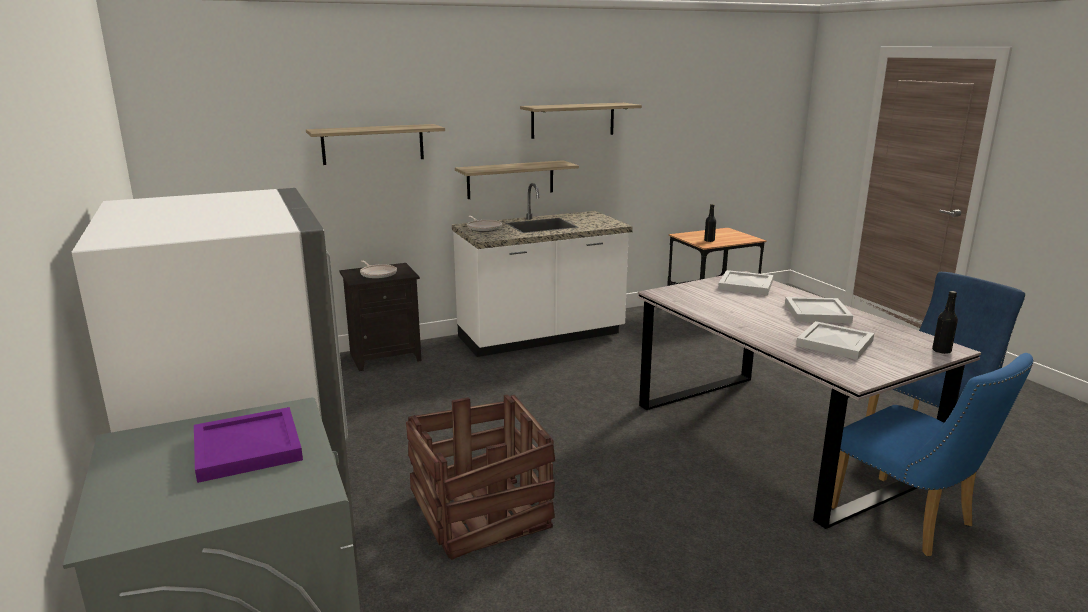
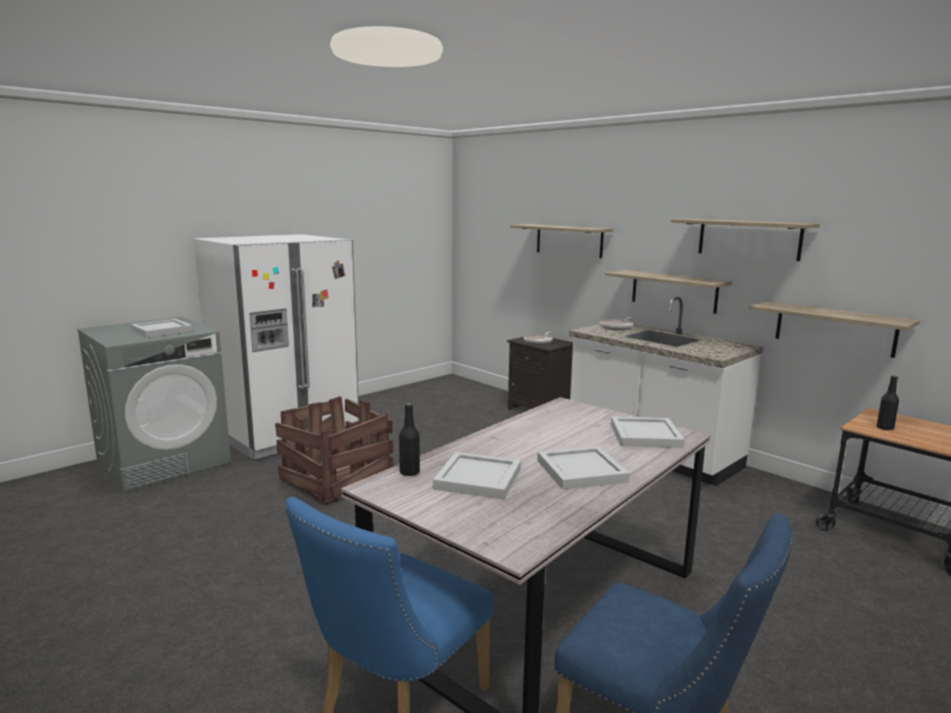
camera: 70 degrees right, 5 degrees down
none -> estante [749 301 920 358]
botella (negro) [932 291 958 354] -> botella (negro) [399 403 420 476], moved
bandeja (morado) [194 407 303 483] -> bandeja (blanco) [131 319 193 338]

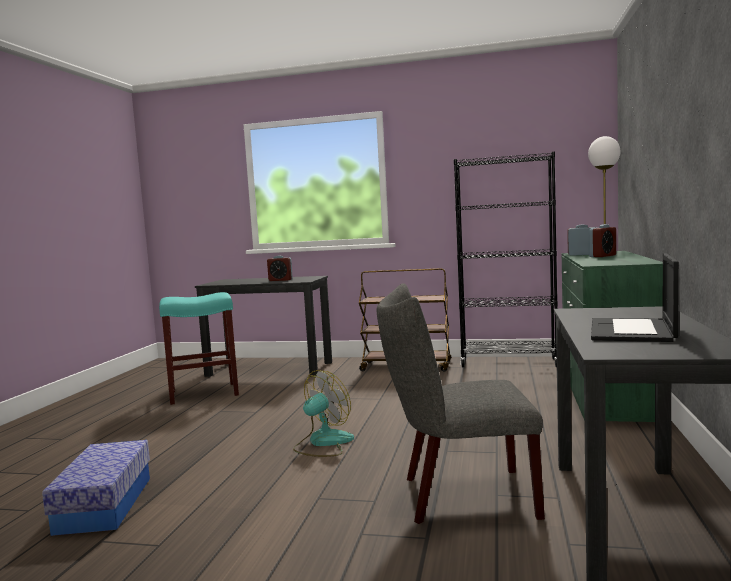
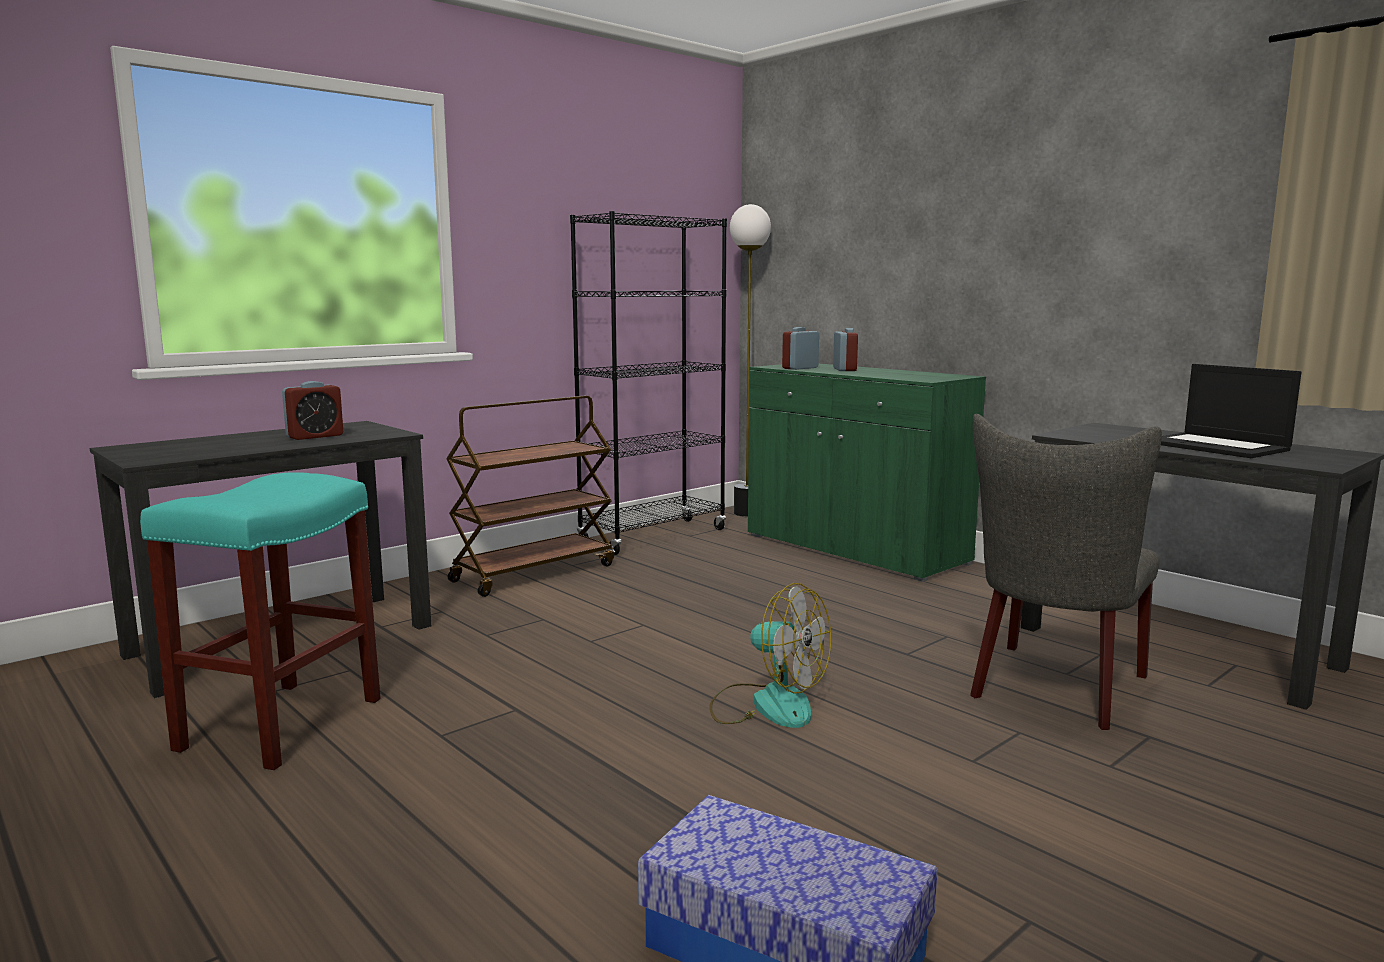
camera: 55 degrees left, 5 degrees up
ventilador [293 370 354 457] -> ventilador [709 583 831 728], 135 degrees clockwise

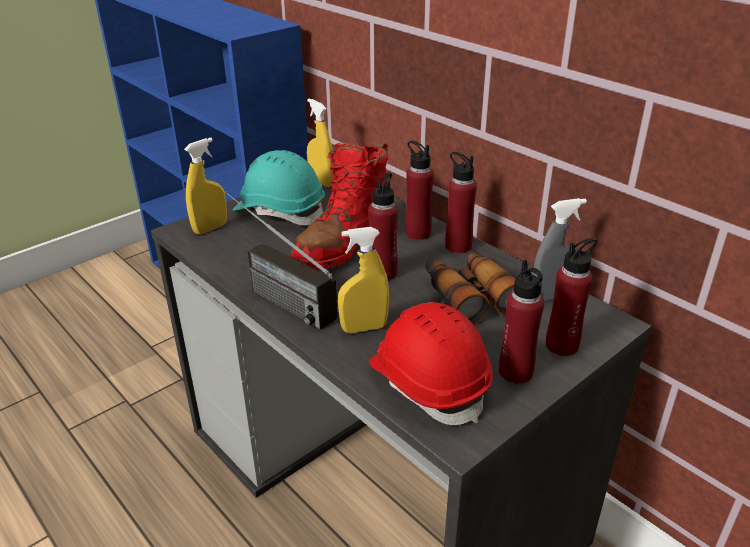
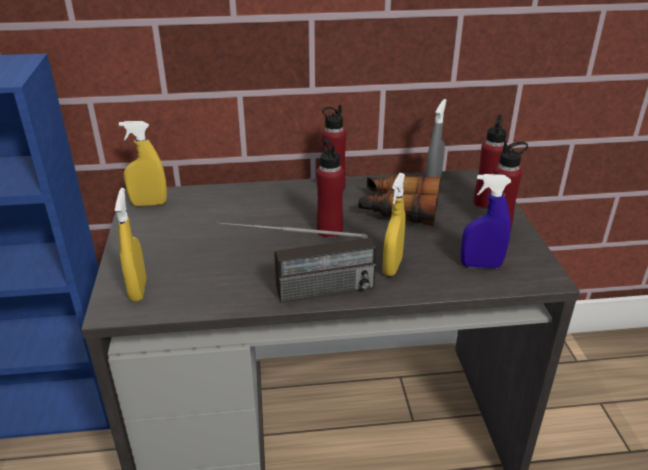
camera: 55 degrees left, 0 degrees up
casco (turquesa) [233 150 325 225] -> none
bota (rojo) [291 143 388 270] -> none
botella (rojo) [405 141 434 240] -> none
casco (rojo) [369 302 493 425] -> pulverizador (azul) [461 174 511 268]

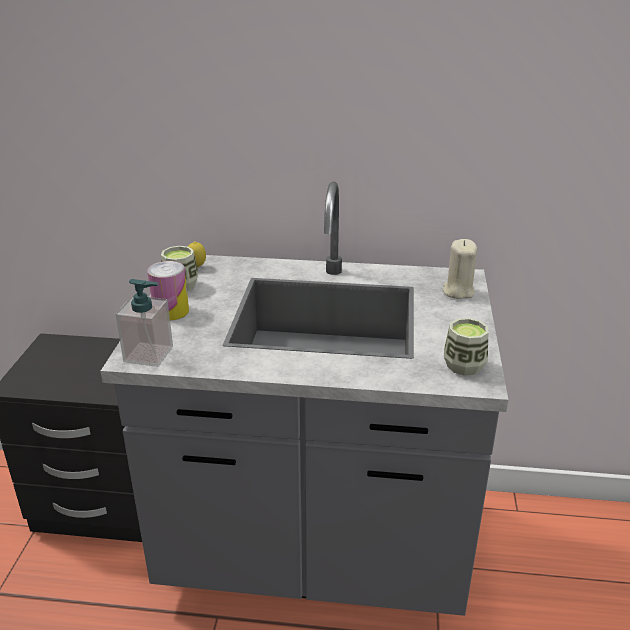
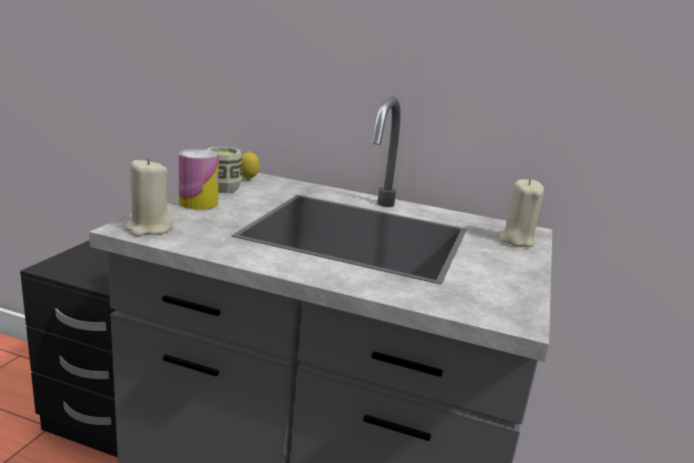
camera: 10 degrees right, 10 degrees down
taza [444 318 488 376] -> none
dispensador de jabón [116 279 173 367] -> vela (beis) [125 158 173 236]

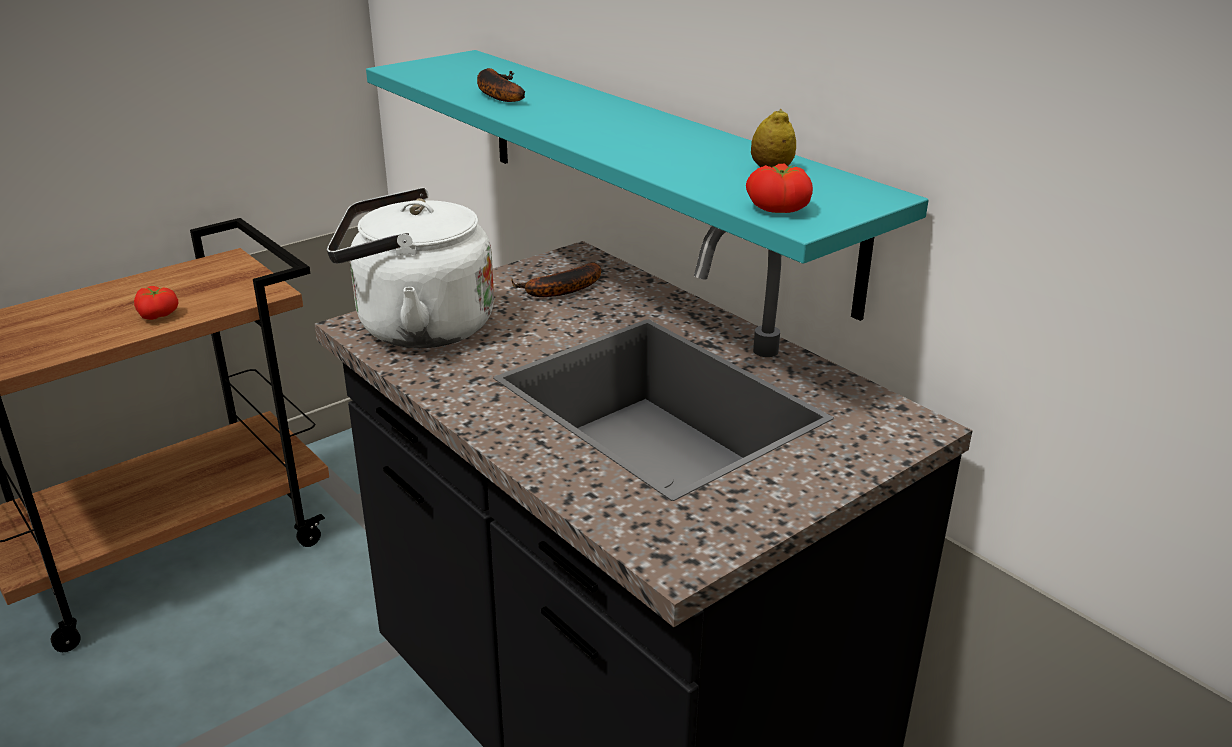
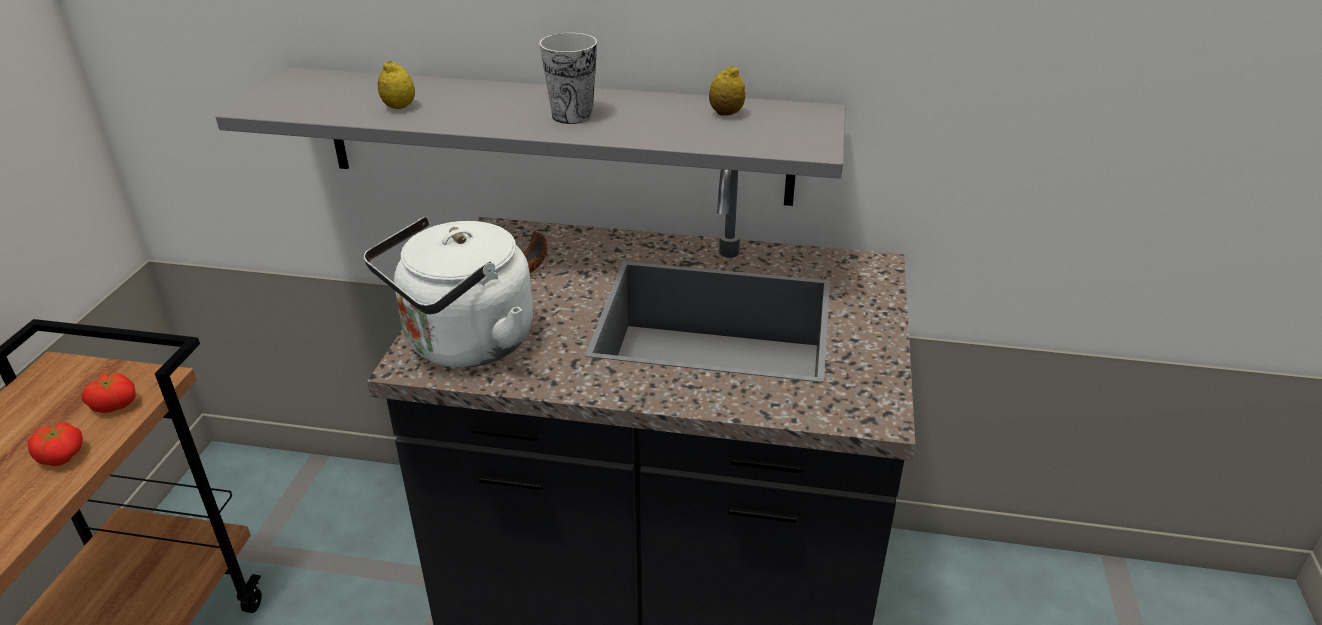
camera: 40 degrees left, 5 degrees up
none -> taza [539 33 597 124]
tomate [746 163 813 213] -> tomate [82 373 136 413], moved
plátano [477 68 525 102] -> limón [378 61 415 109]
estante (turquesa) [366 50 929 321] -> estante (gris) [216 67 846 206]

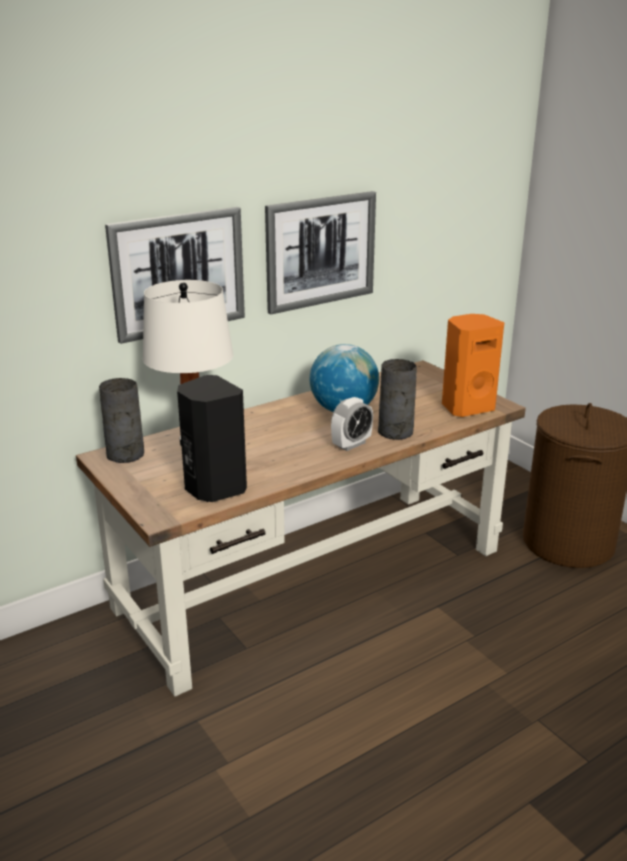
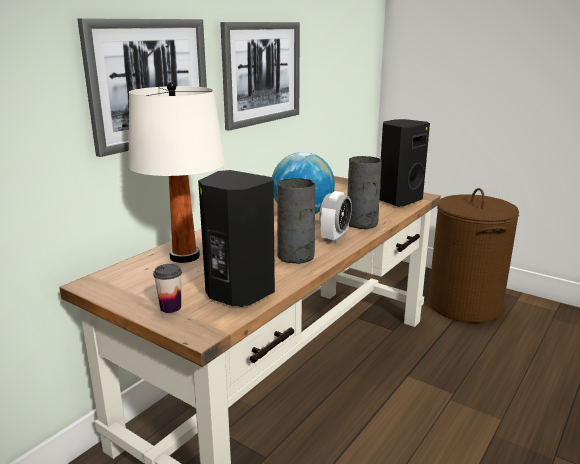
camera: 20 degrees left, 5 degrees down
none -> taza [153 264 182 313]
florero (gris) [99 378 144 463] -> florero (gris) [277 178 315 264], moved
altavoz (naranja) [442 314 504 417] -> altavoz (negro) [379 119 430 207]

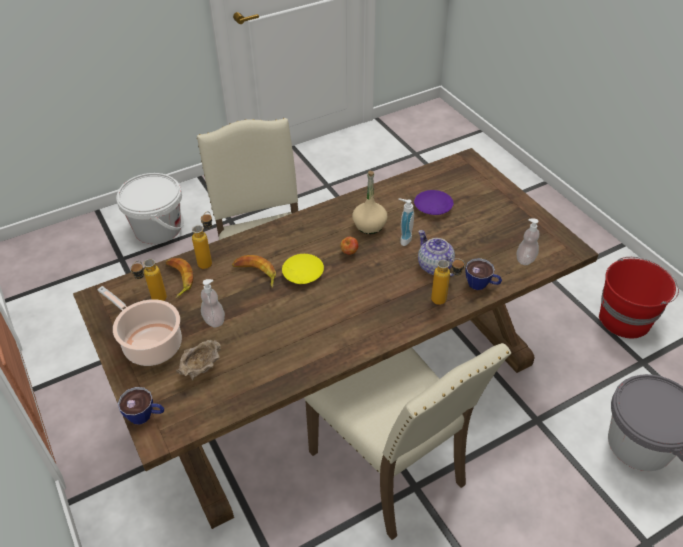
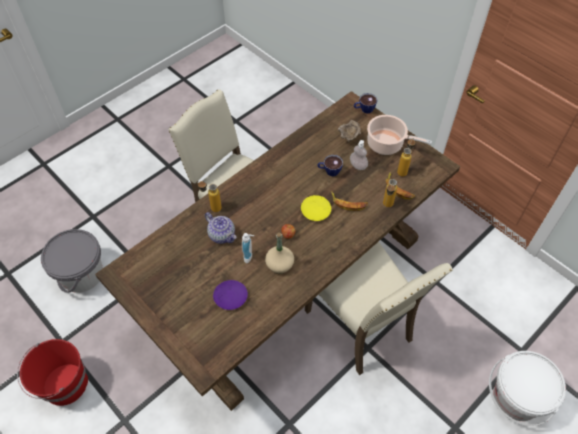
camera: 165 degrees right, 10 degrees up
dispensador de jabón [517 219 539 265] -> none
taza [465 258 502 290] -> taza [317 155 343 176], moved

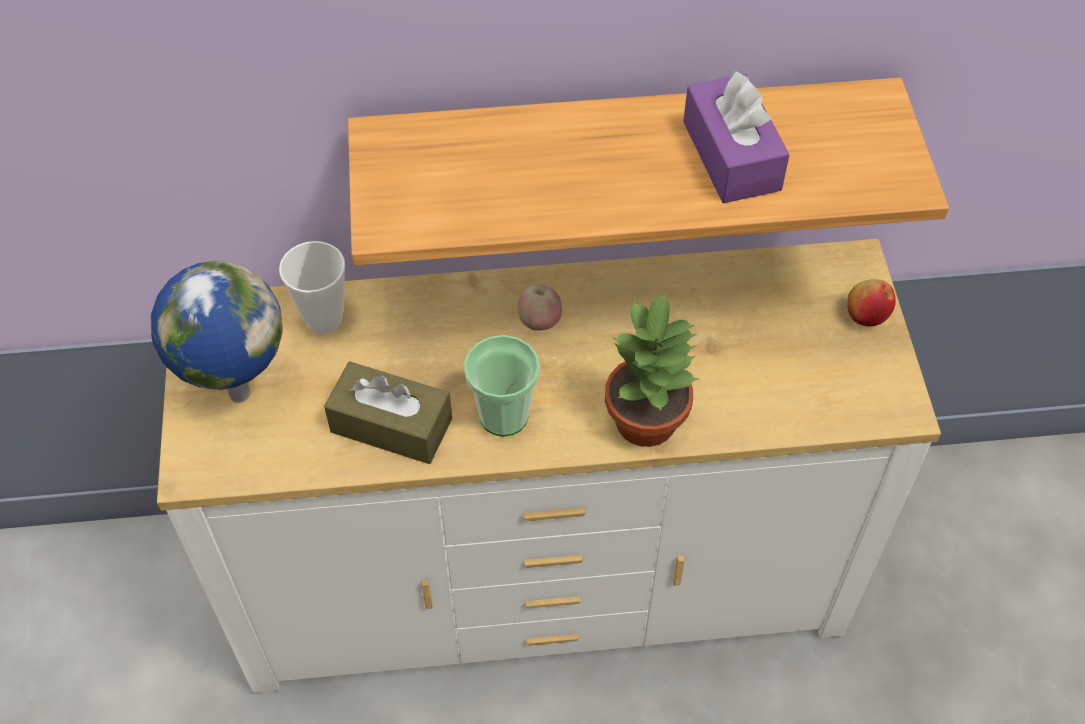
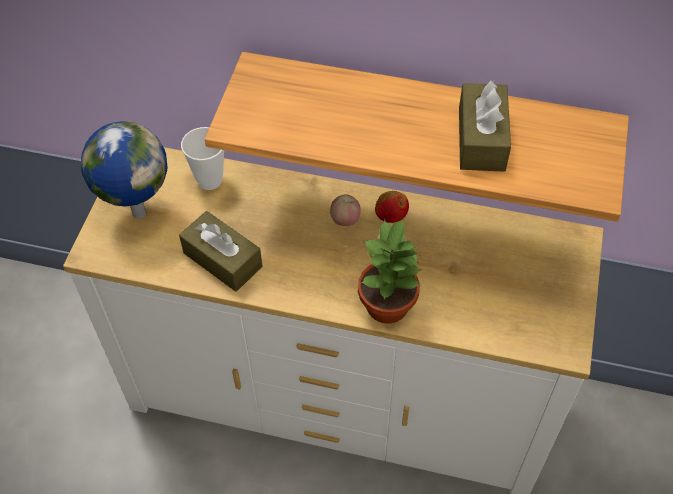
camera: 20 degrees right, 0 degrees up
taza [464 335 540 437] -> none
manzana [847 279 896 326] -> manzana [375 191 409 223], moved
caja de pañuelos (morado) [683 71 789 203] -> caja de pañuelos (marrón) [459 81 511 172]

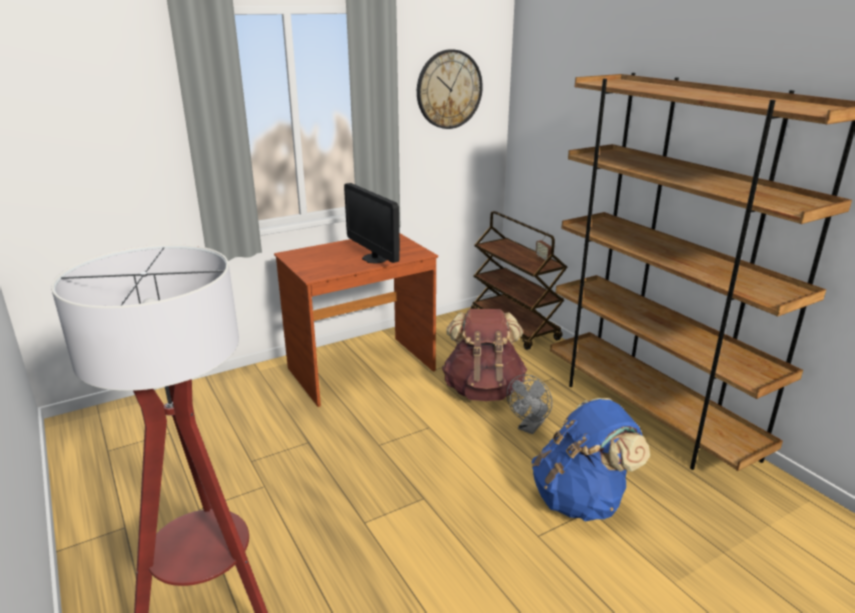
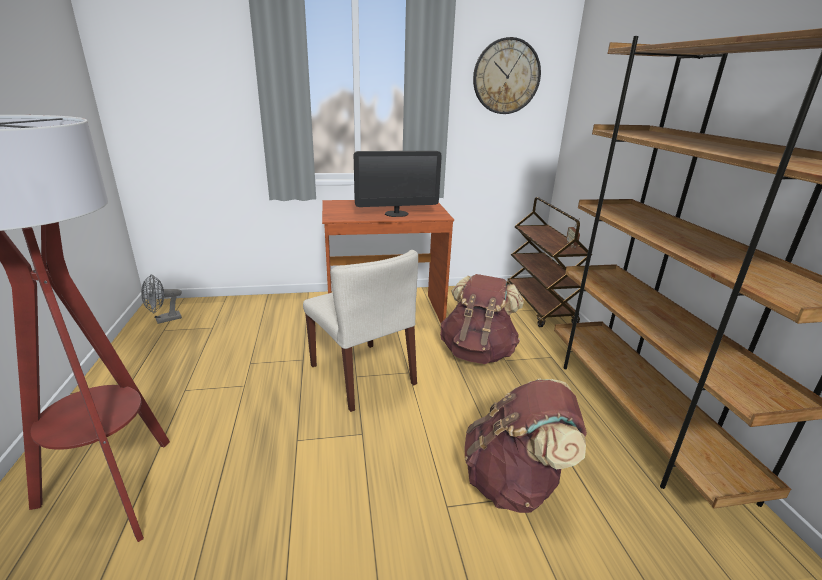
camera: 20 degrees right, 0 degrees up
none -> silla (beis) [303 250 418 412]
ventilador (gris) [507 374 552 434] -> ventilador (gris) [141 274 182 324], moved
mochila (azul) [531 398 650 521] -> mochila (marrón) [464 379 587 513]
monitor [344 183 400 264] -> monitor [354 151 442 217], 90 degrees counterclockwise

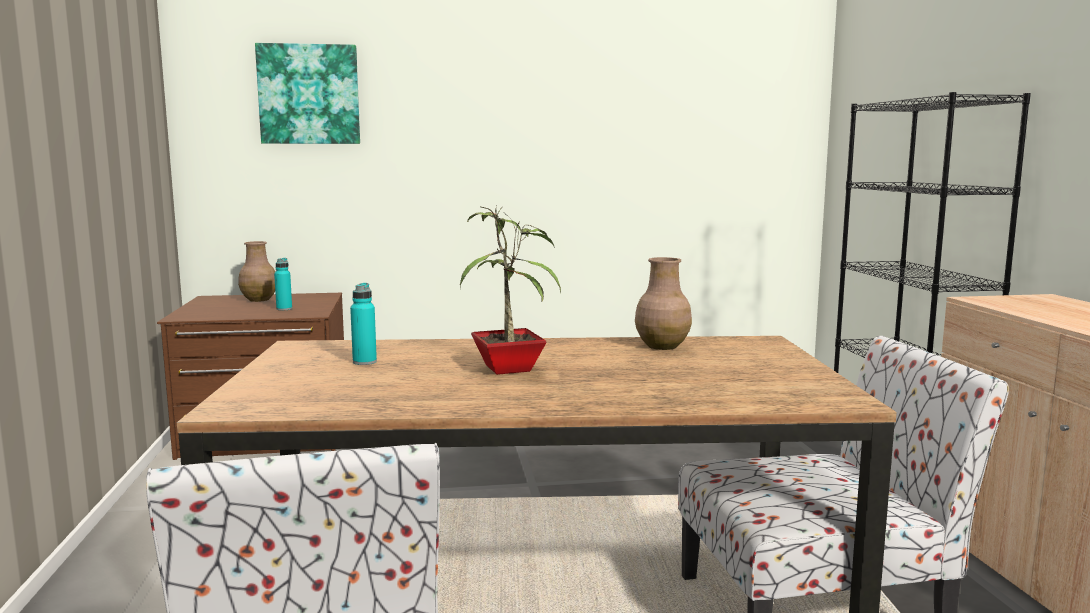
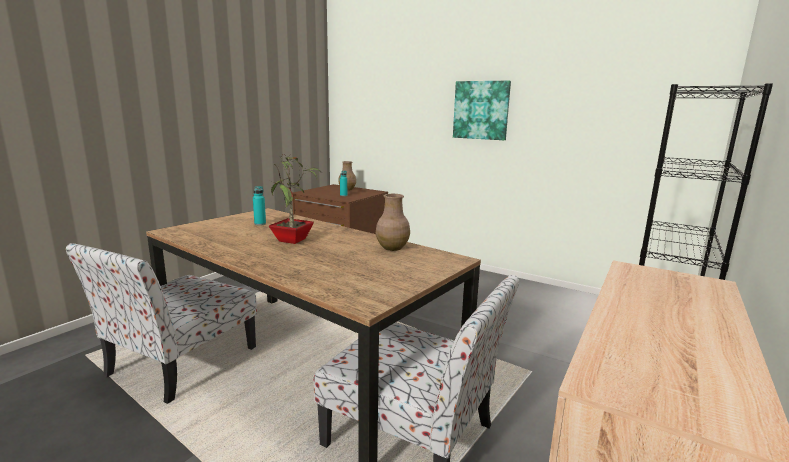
camera: 40 degrees right, 5 degrees up
cuadro [255 43 360 144] -> cuadro [453 81 511 140], moved

